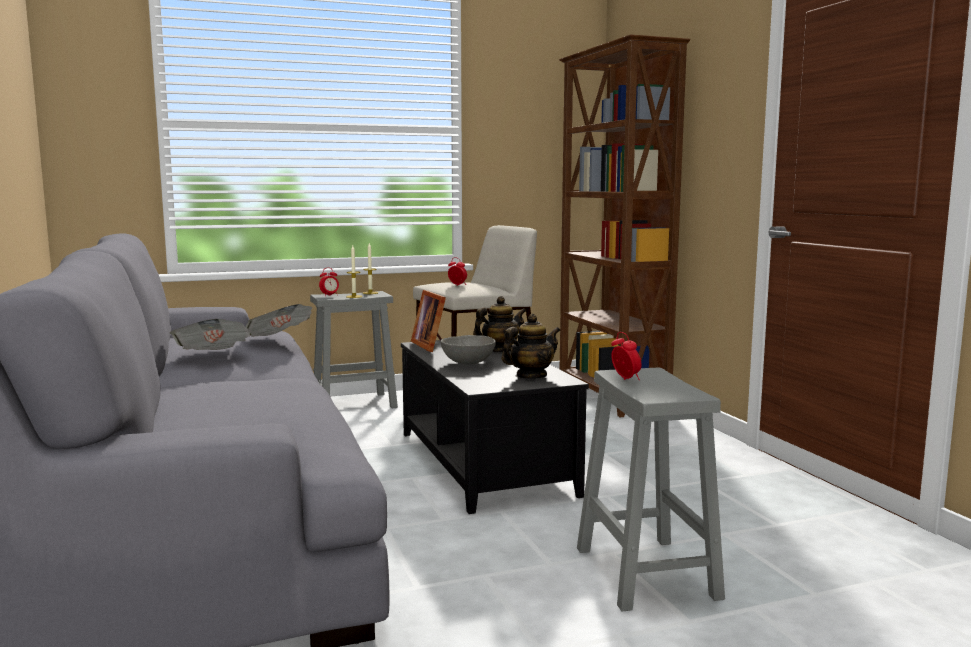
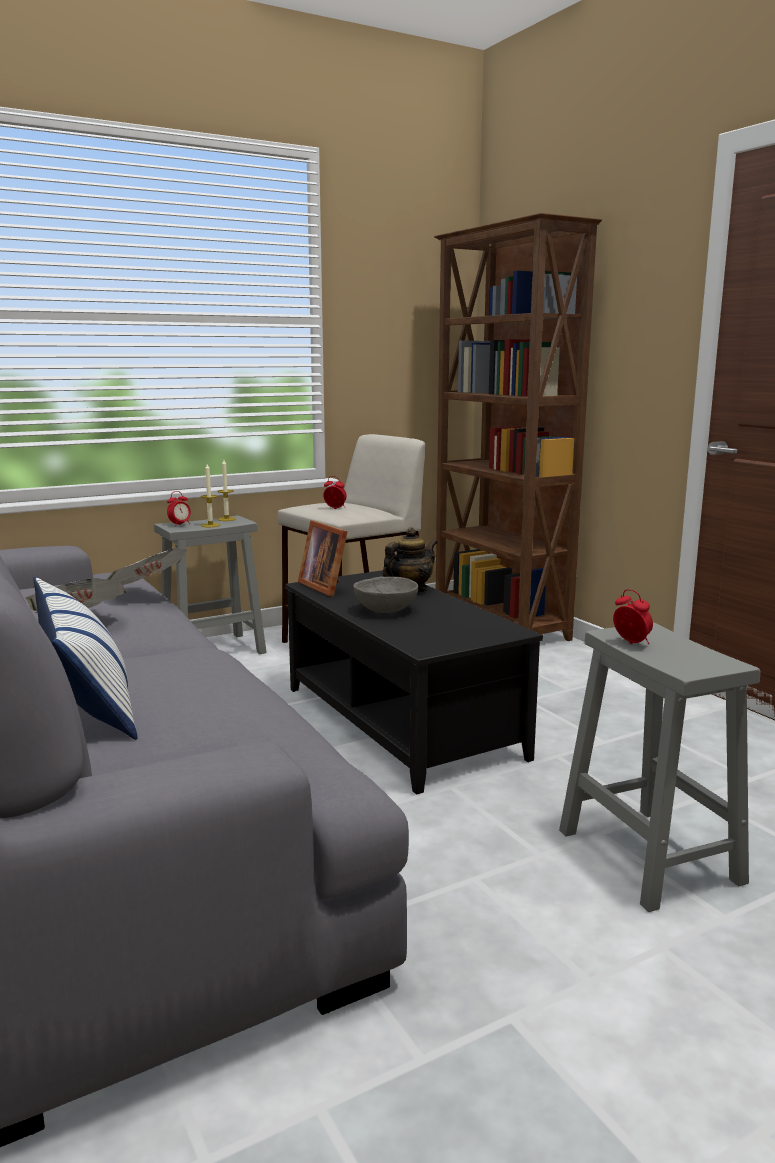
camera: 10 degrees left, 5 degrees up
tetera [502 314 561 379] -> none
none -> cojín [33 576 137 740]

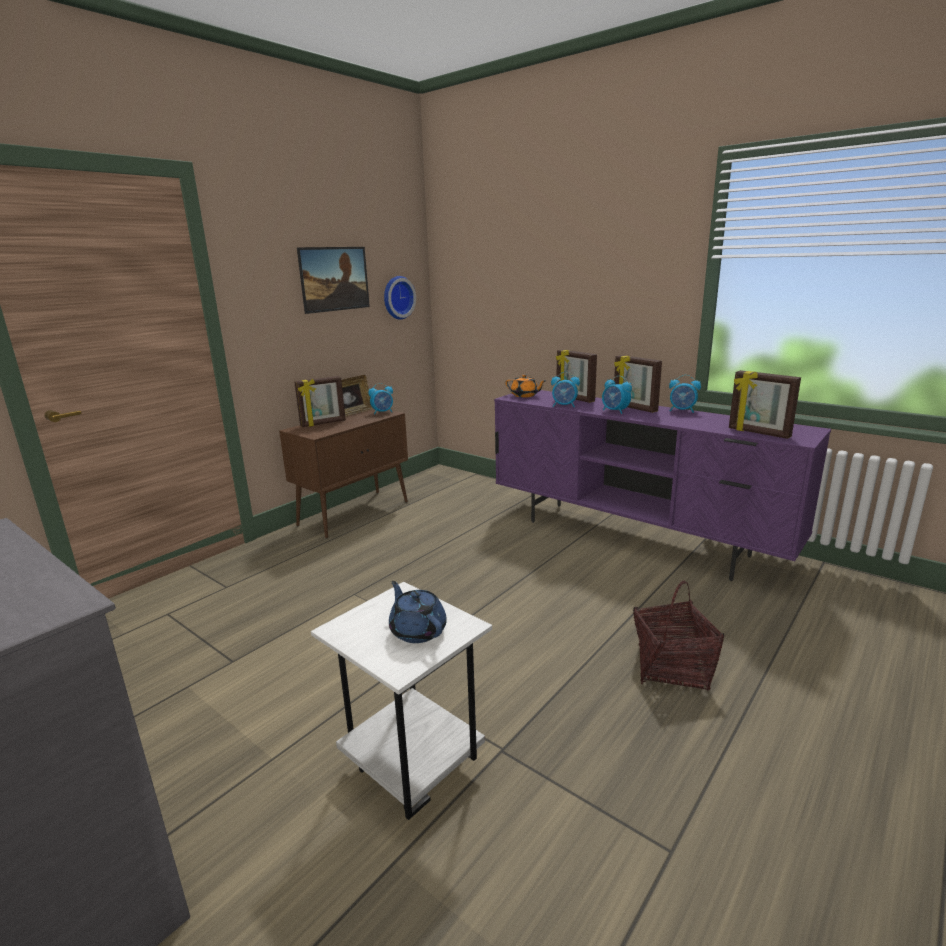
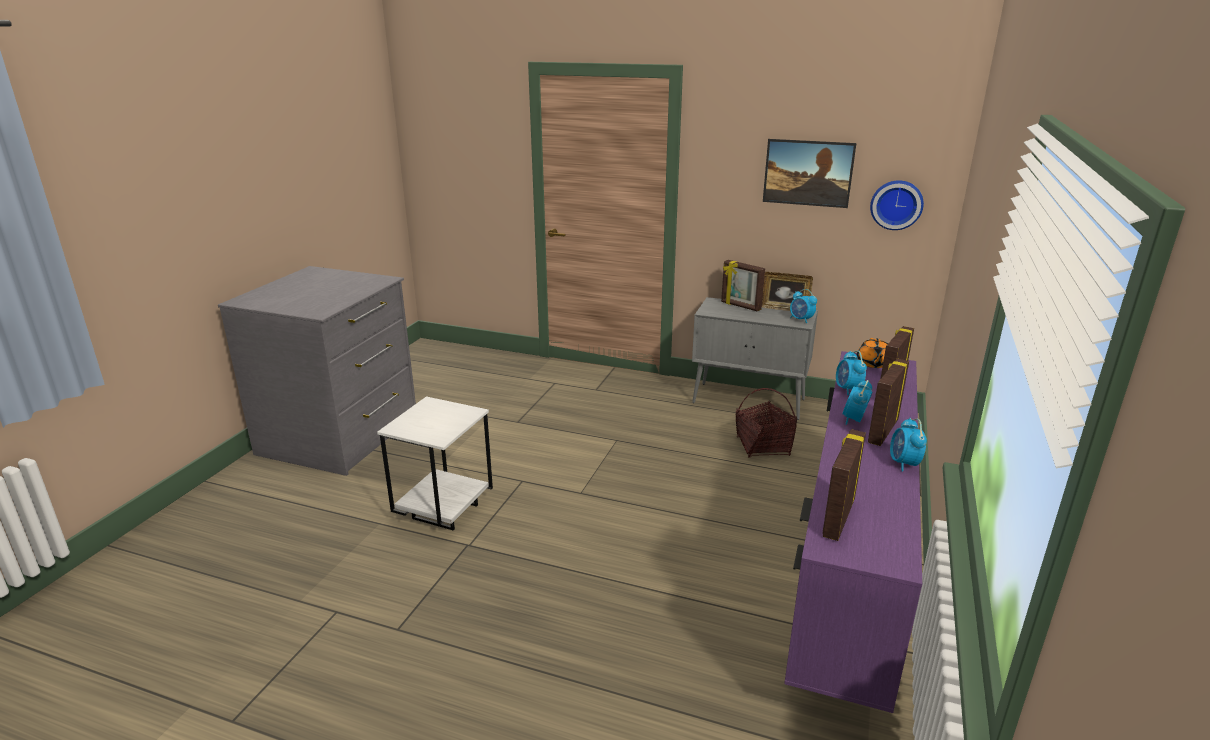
camera: 70 degrees right, 5 degrees up
tetera (azul) [389 581 447 643] -> none
cesta [633 581 724 691] -> cesta [736 388 797 458], moved
armario (marrón) [279 409 408 539] -> armario (gris) [692 297 818 420]

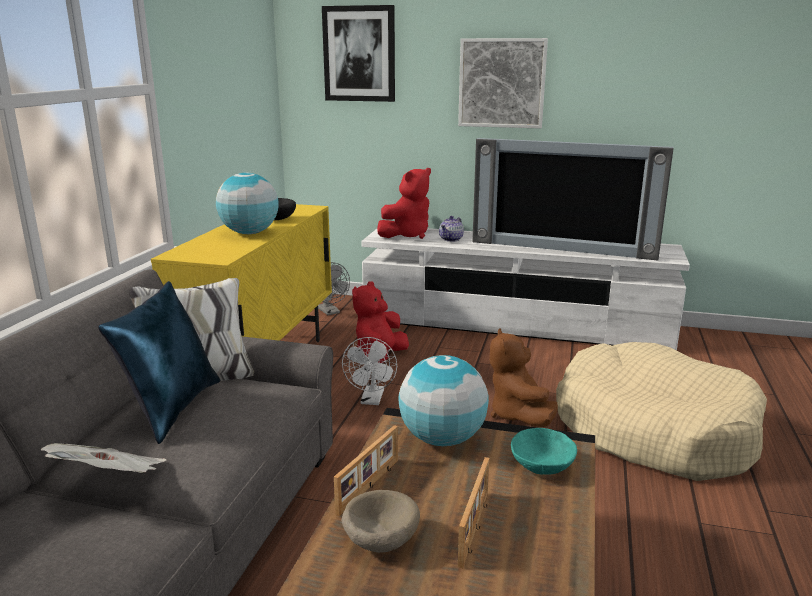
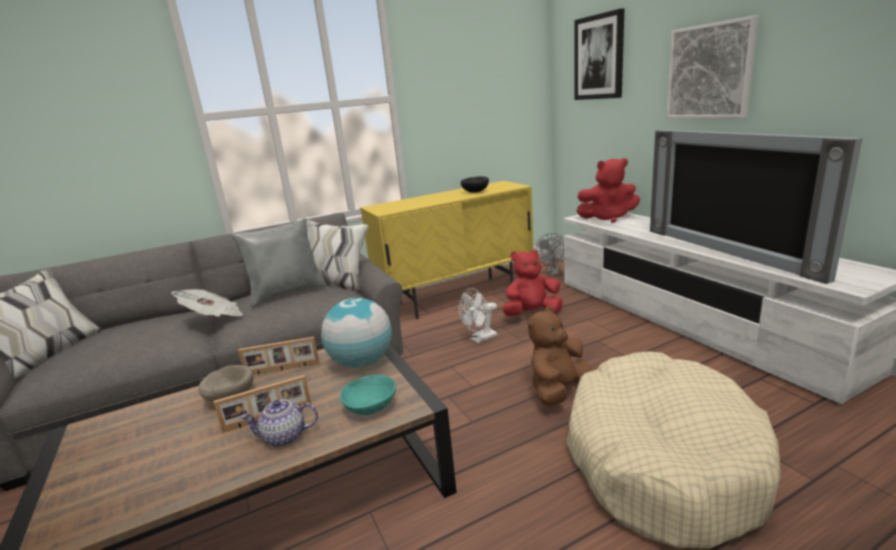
camera: 50 degrees right, 0 degrees up
globo terráqueo [216 172 279 234] -> none
tetera [439 216 464 242] -> tetera [240 400 318 447], moved
cojín (azul) [98 281 221 444] -> cojín (gris) [231 218 327 308]

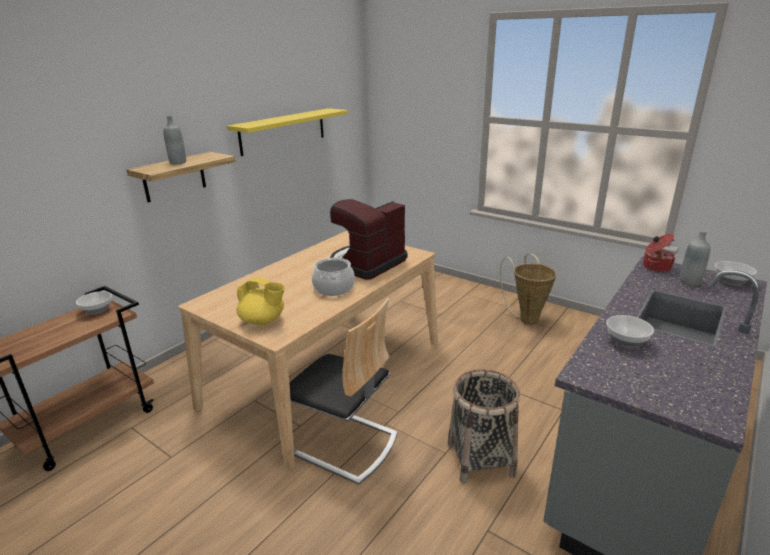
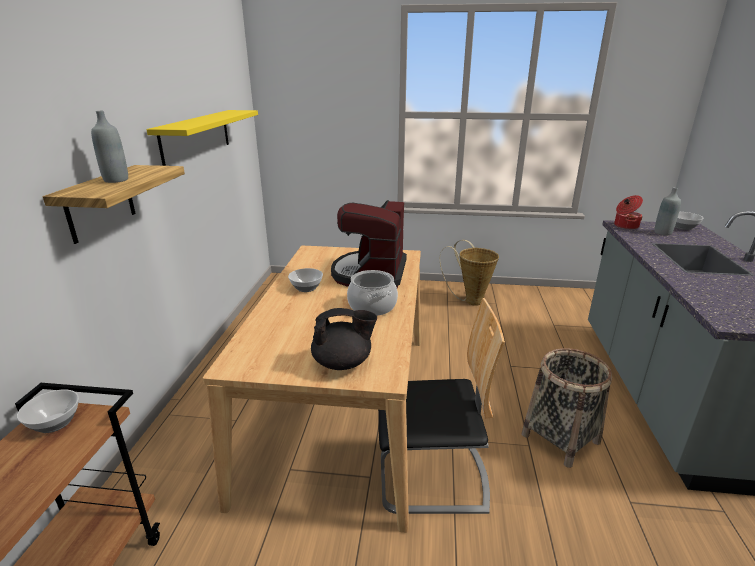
camera: 30 degrees left, 0 degrees up
cuenco [606 315 654 348] -> cuenco [288 268 323 292], moved
tetera (amarillo) [236 277 285 325] -> tetera (negro) [311 308 377 370]

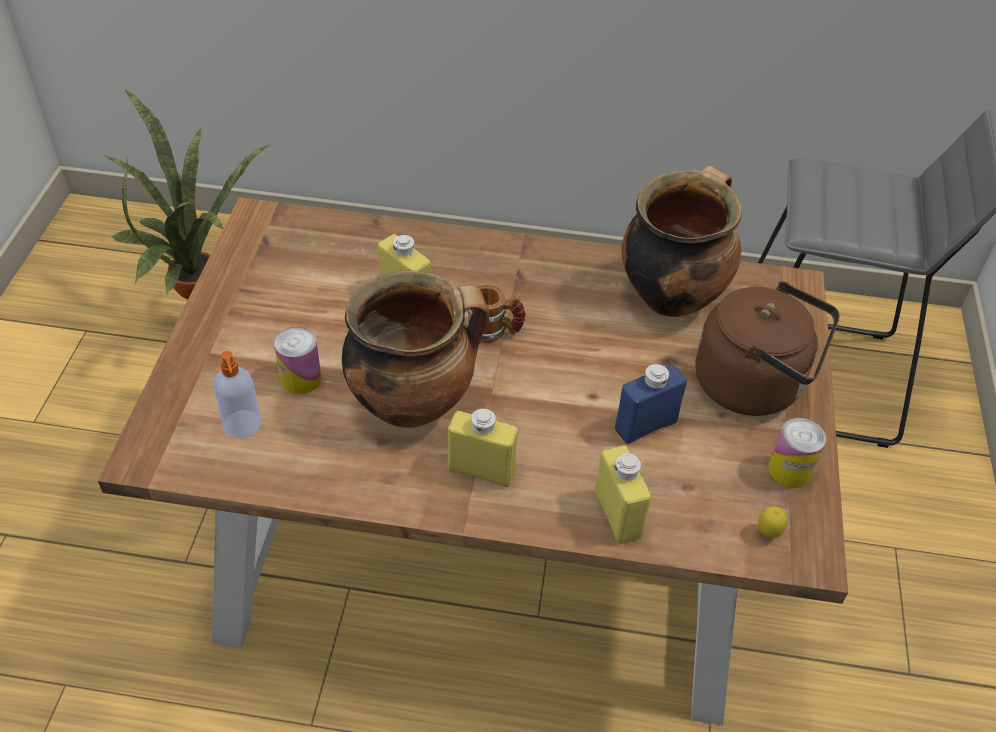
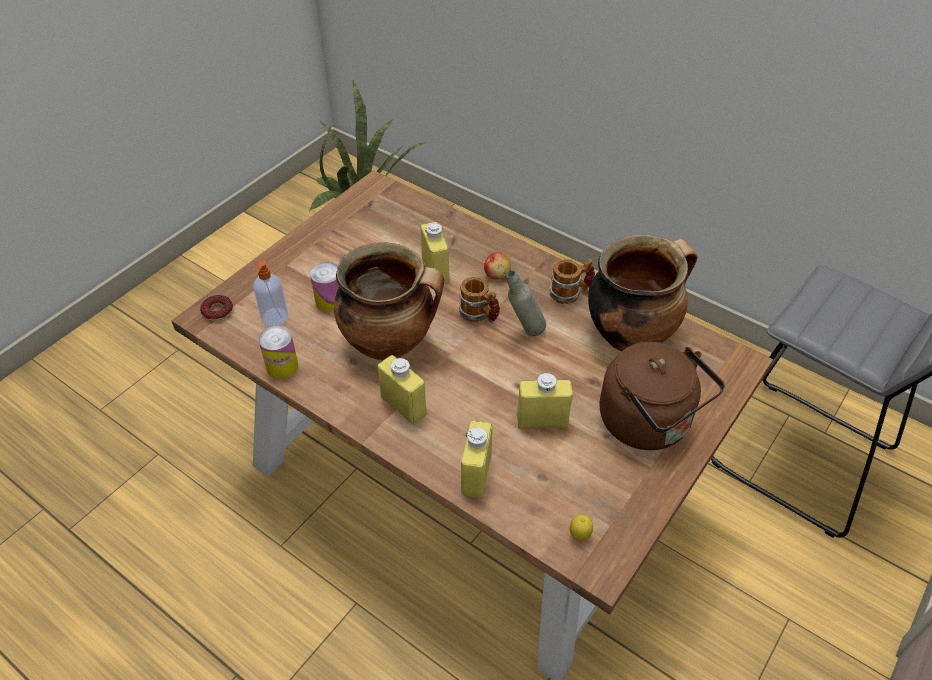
camera: 30 degrees right, 0 degrees up
none -> rosquilla [200 295 233 321]
none -> manzana [484 252 511 280]
none -> botella (gris) [506 270 546 336]
none -> taza grande [550 259 595 304]
lata [768 418 826 488] -> lata [259 326 298 379], moved
botella (azul) [615 364 687 444] -> botella (amarillo) [517 373 573 429]

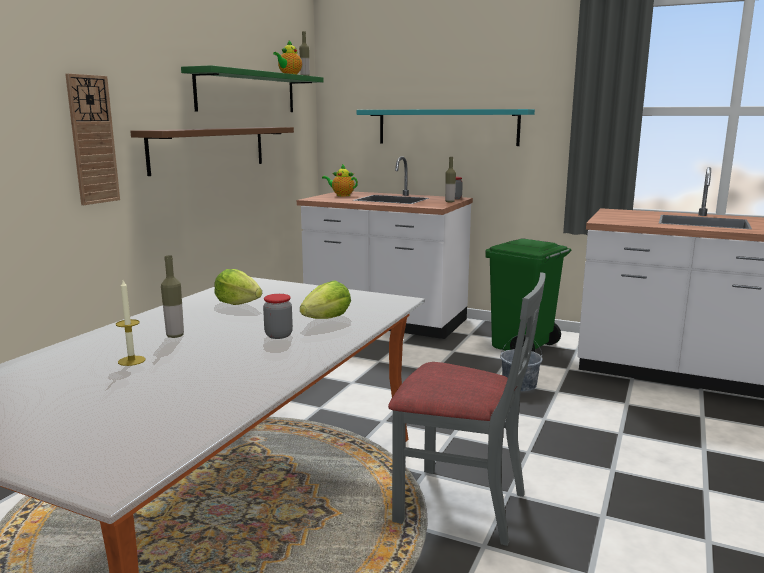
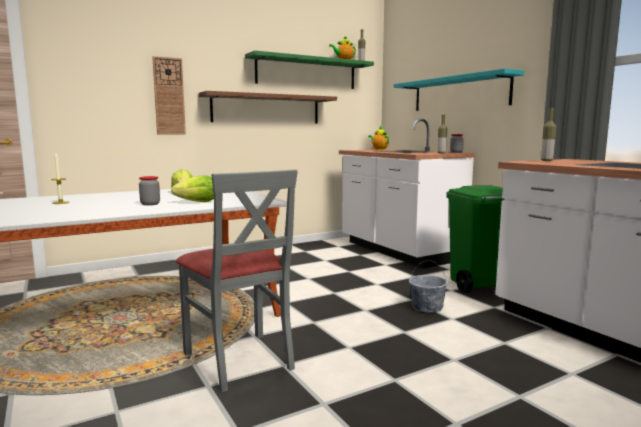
camera: 35 degrees right, 5 degrees down
botella [161 255 184 338] -> botella [541 108 557 161], moved

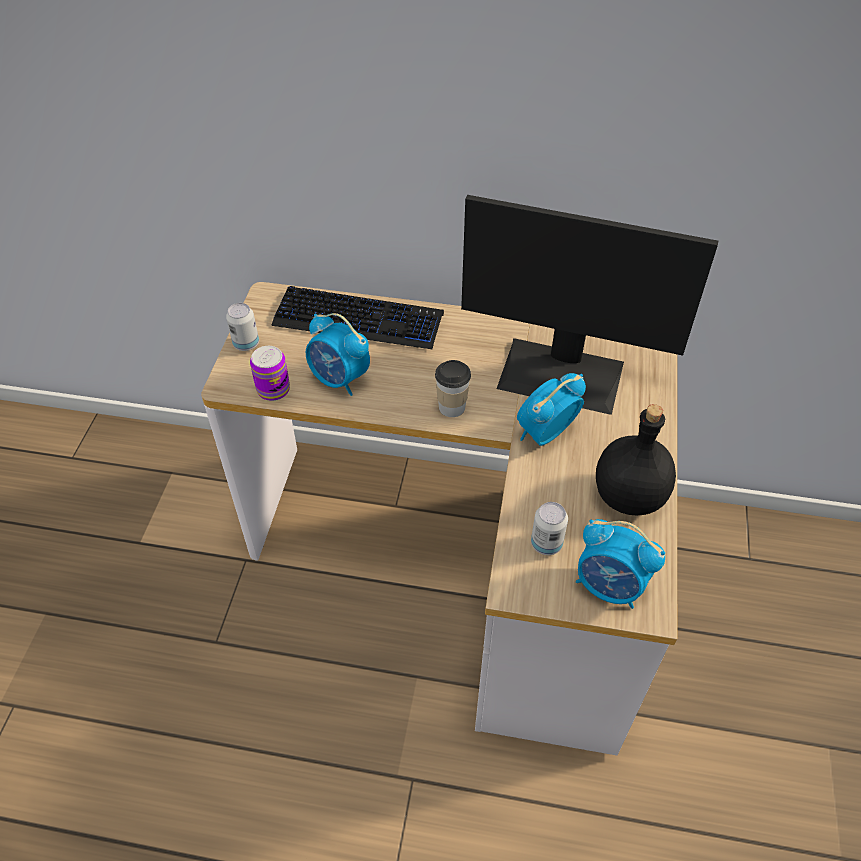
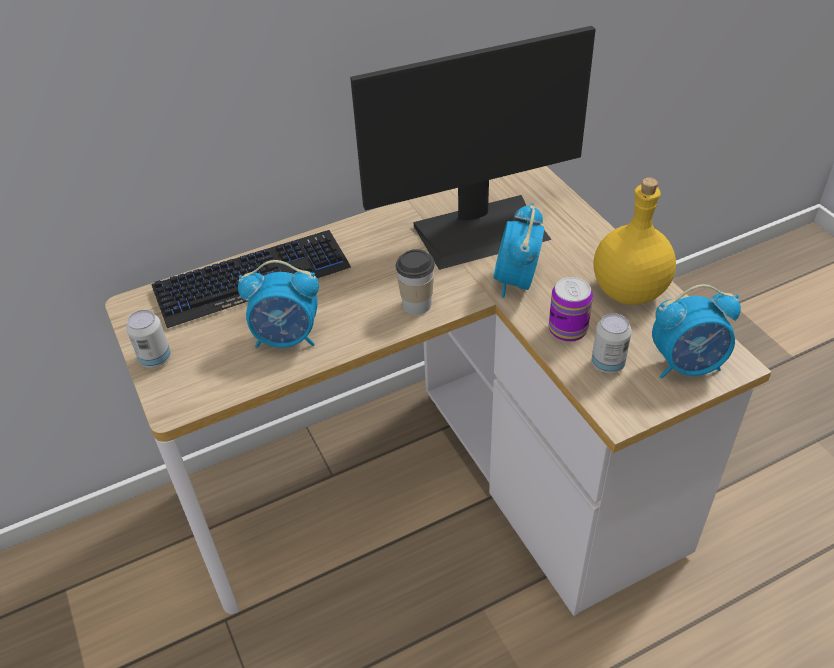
camera: 35 degrees left, 5 degrees down
lata [250 346 290 401] -> lata [549 277 593 342], moved
botella (negro) [596 404 676 515] -> botella (amarillo) [593 177 676 305]

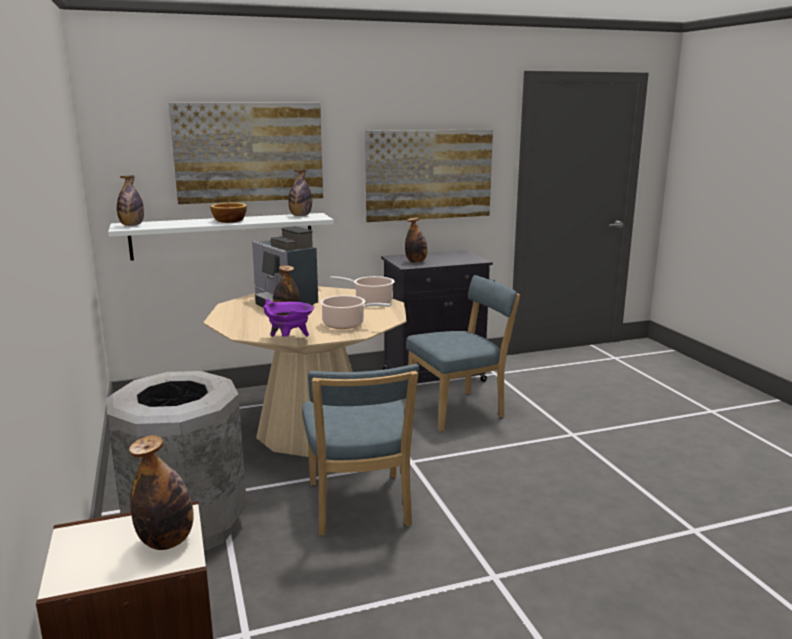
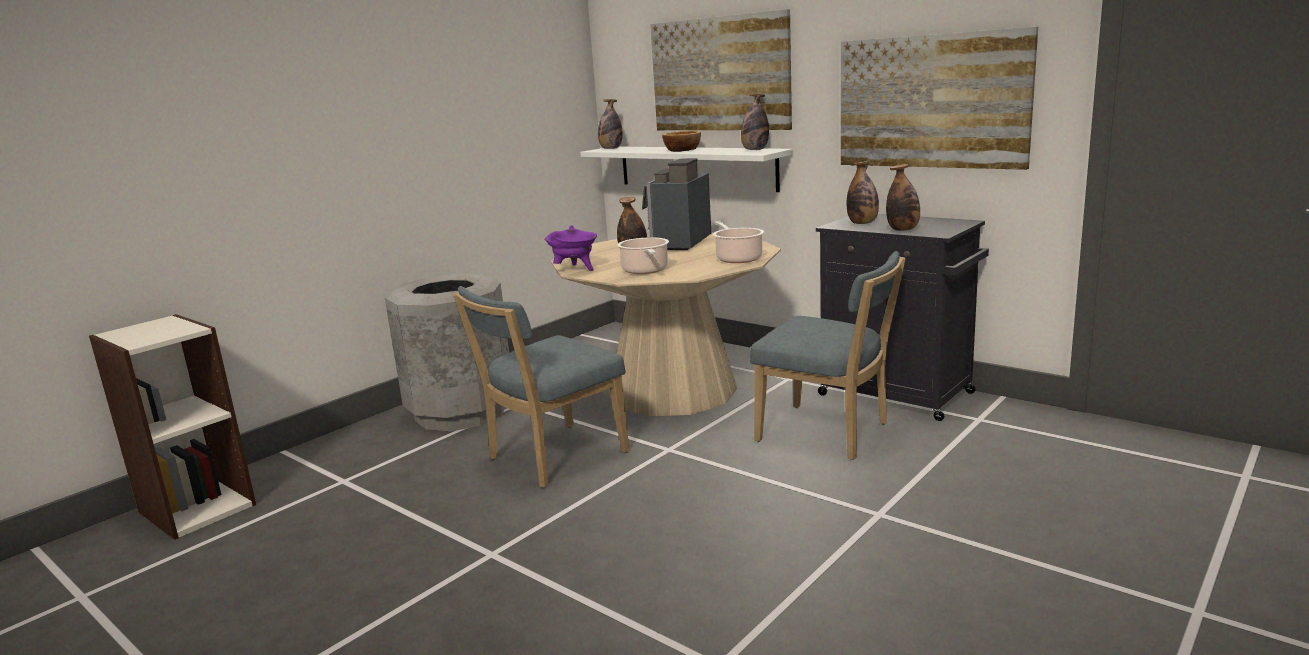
camera: 60 degrees right, 0 degrees up
botella [129 435 194 550] -> botella [886 164 920 231], moved

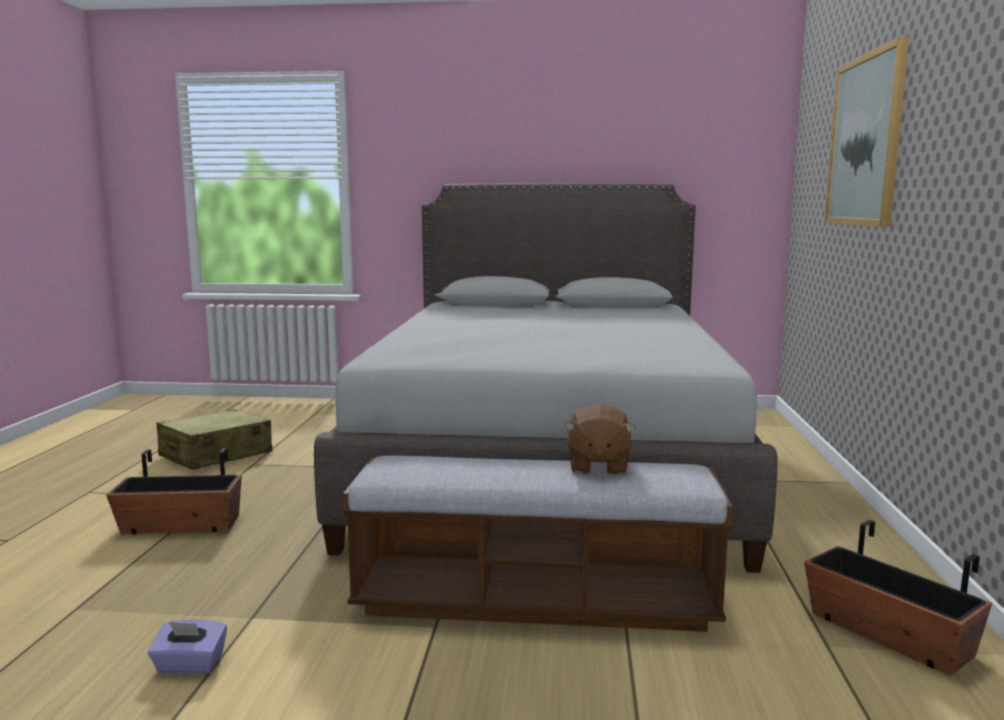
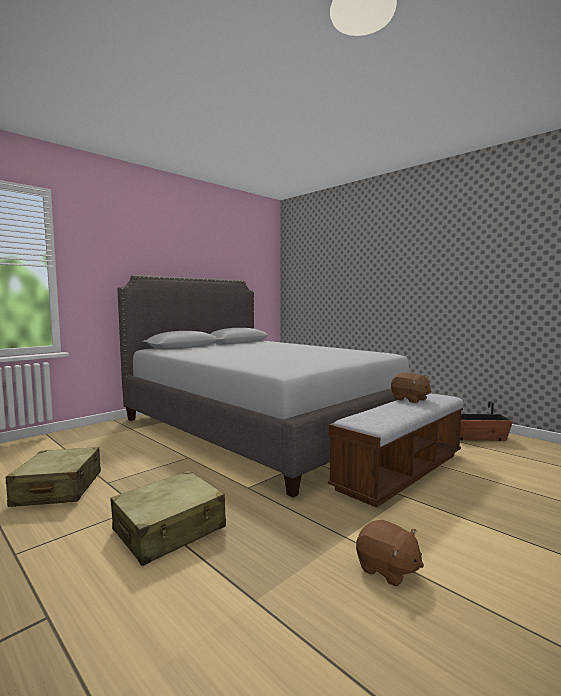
camera: 50 degrees left, 5 degrees down
cuadro [825 36 909 227] -> none
maceta [106 448 242 534] -> maleta (beis) [111 471 226 566]
caja de pañuelos (morado) [148 619 227 674] -> peluche (marrón) [356 520 424 587]

